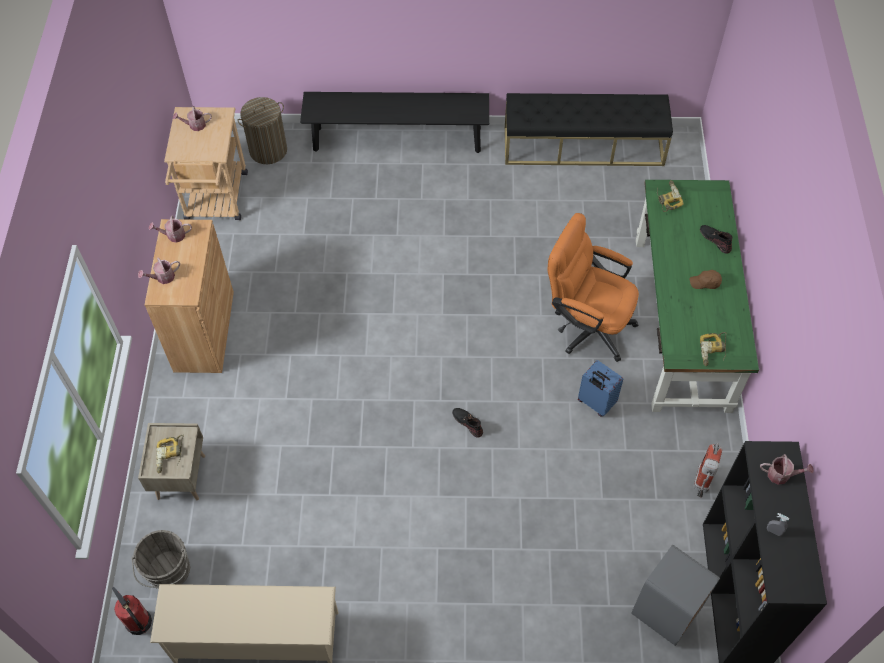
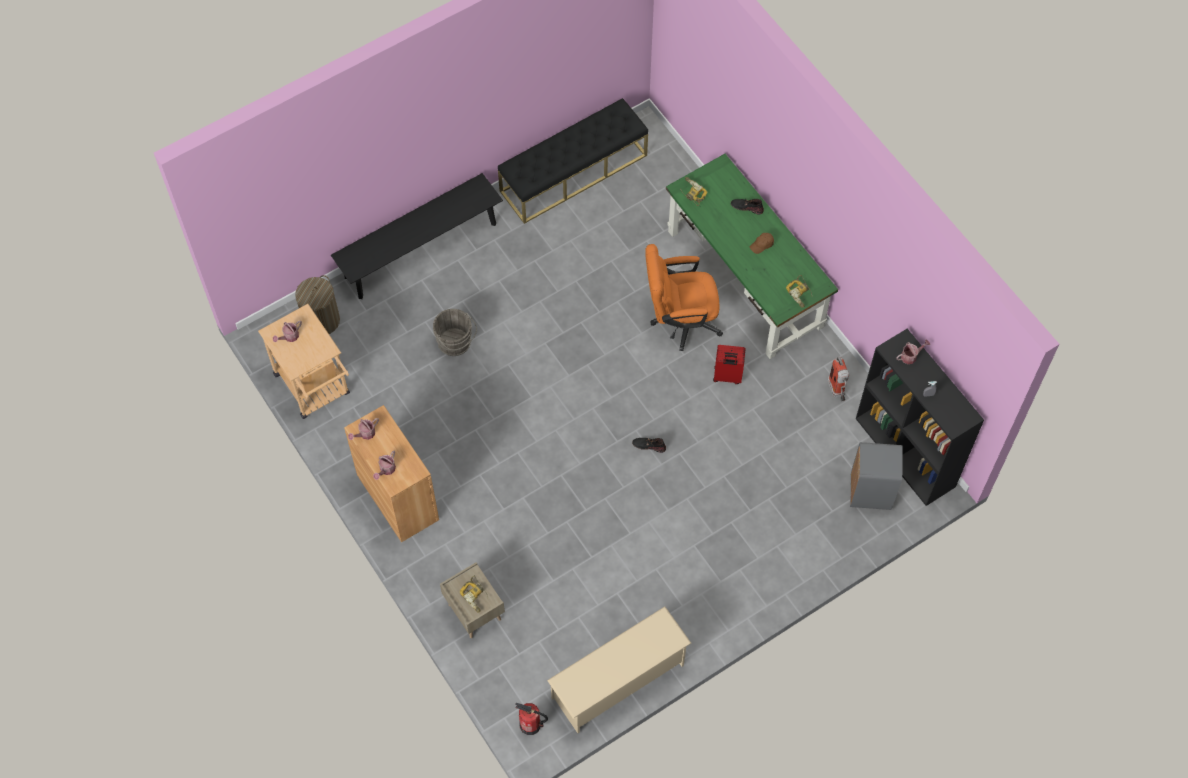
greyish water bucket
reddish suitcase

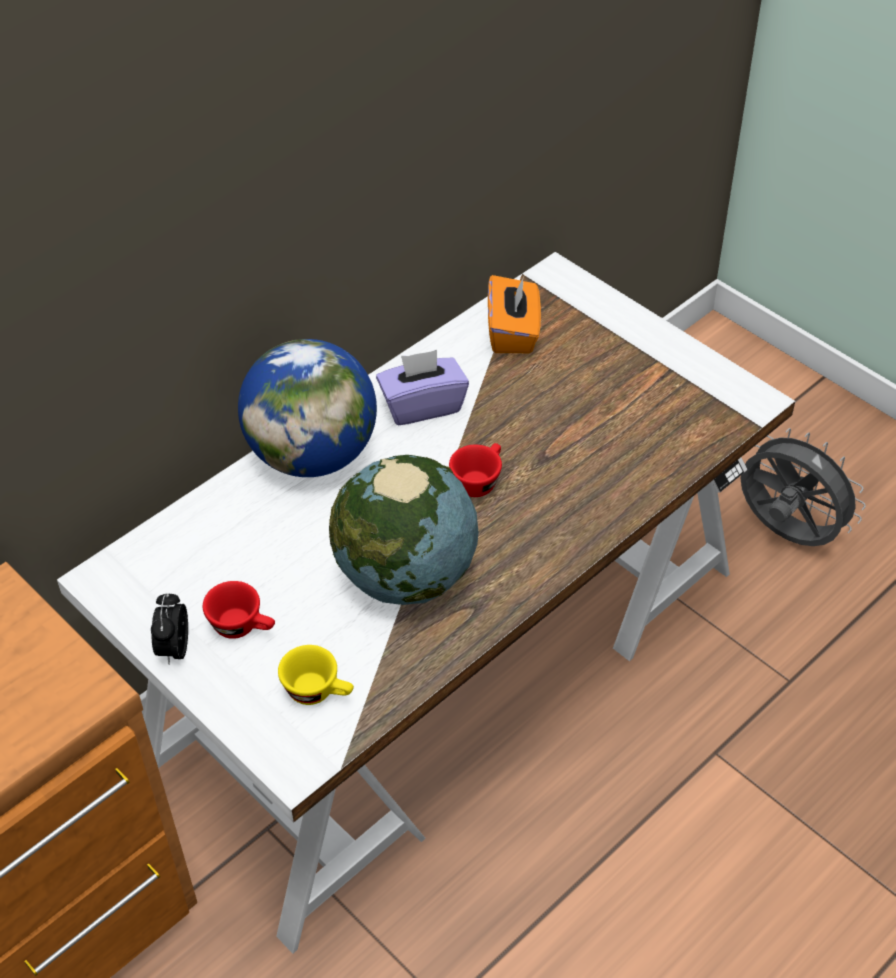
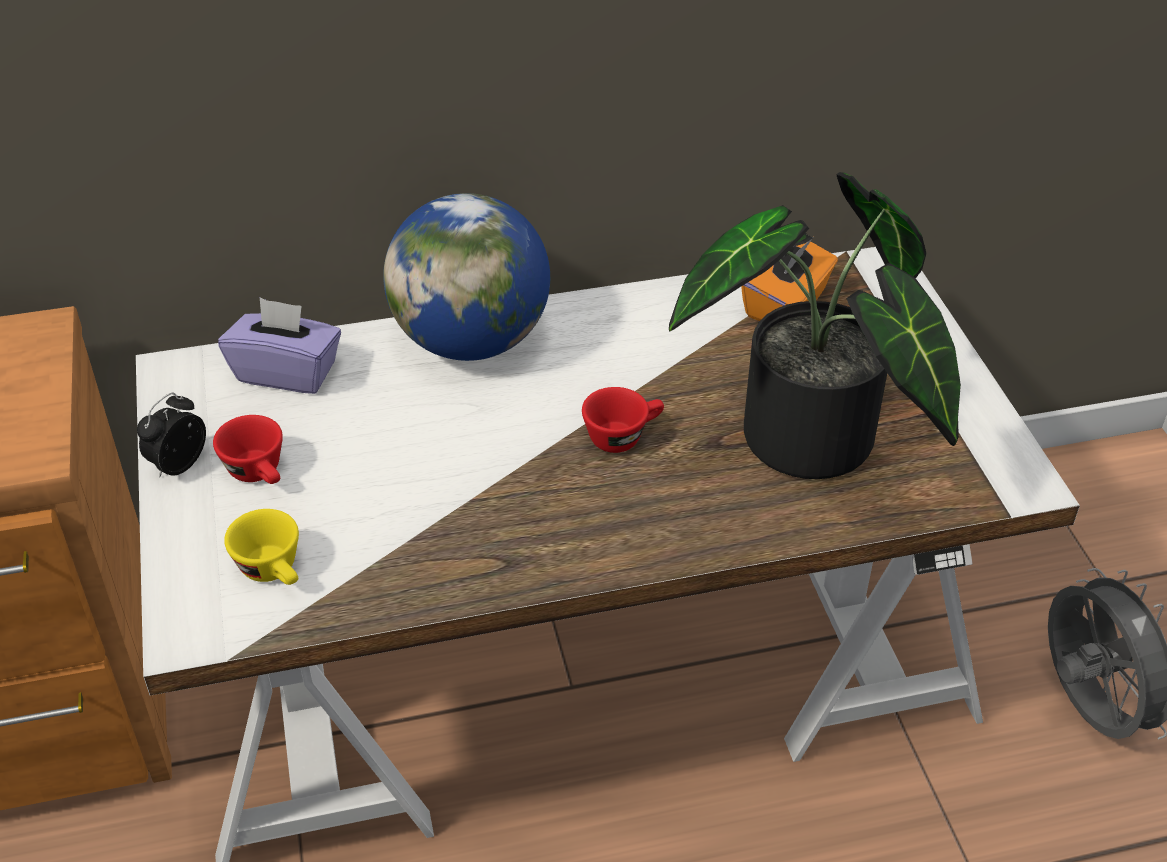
world globe (2nd from left in the first image)
purple-coloured box of tissues
houseplant

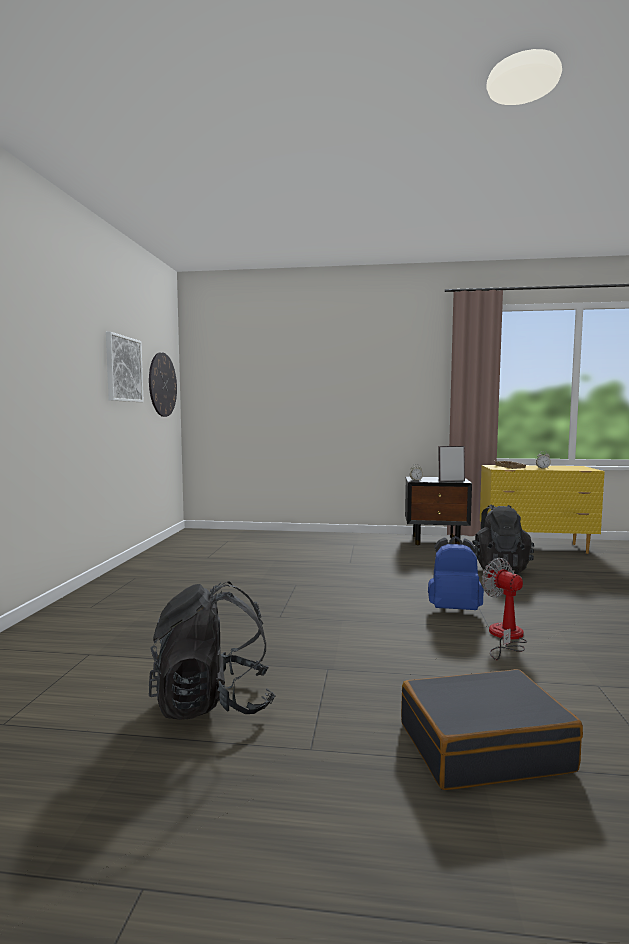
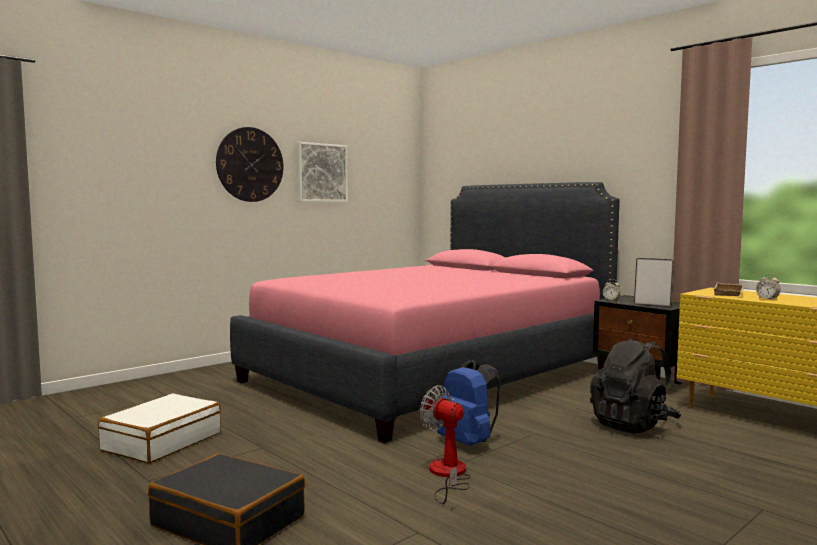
wall clock
white-coloured suitcase
cooling fan
pink-coloured bedroom bed

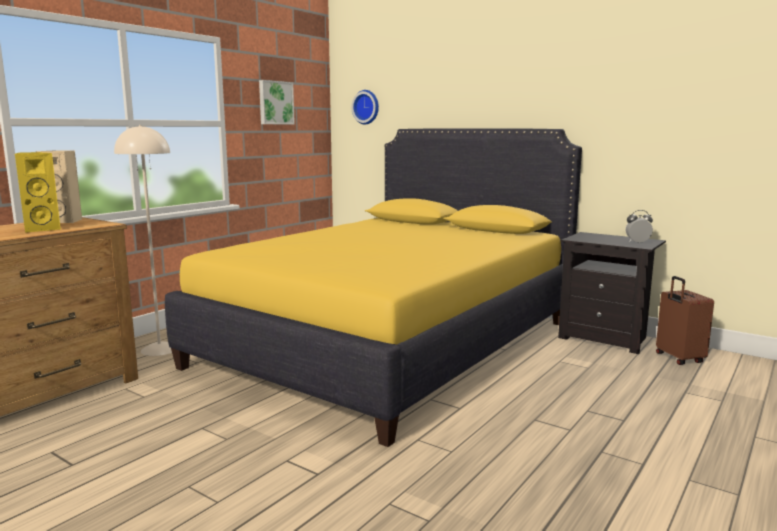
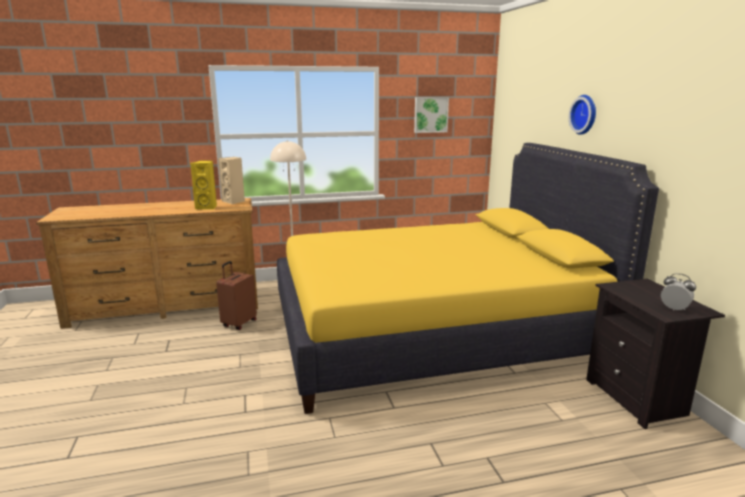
wall clock
brown suitcase

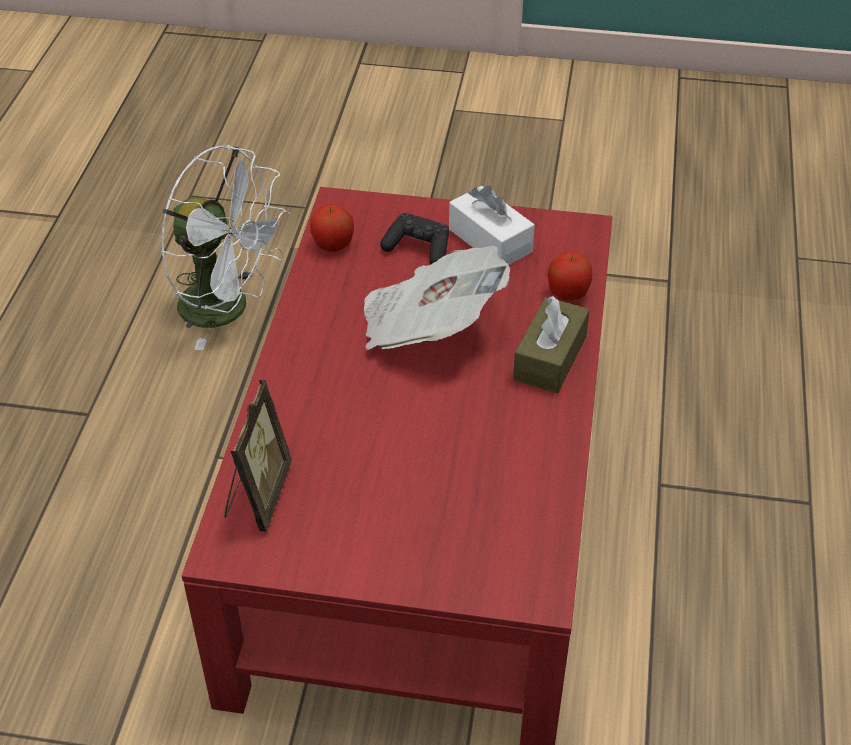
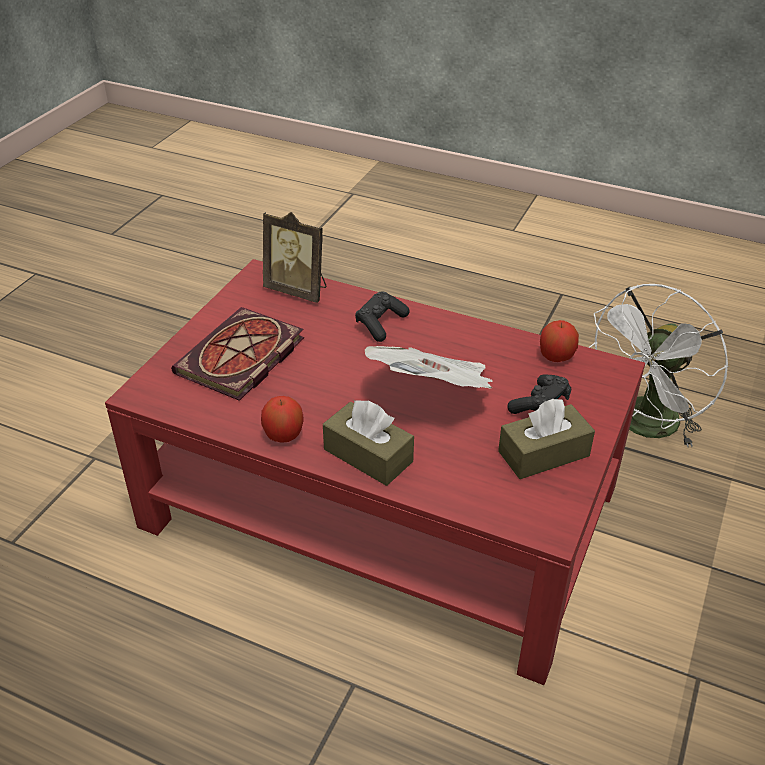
brown box of tissues (2nd from left)
apple (1st from left)
bound book
blackish gamepad (1st from left)

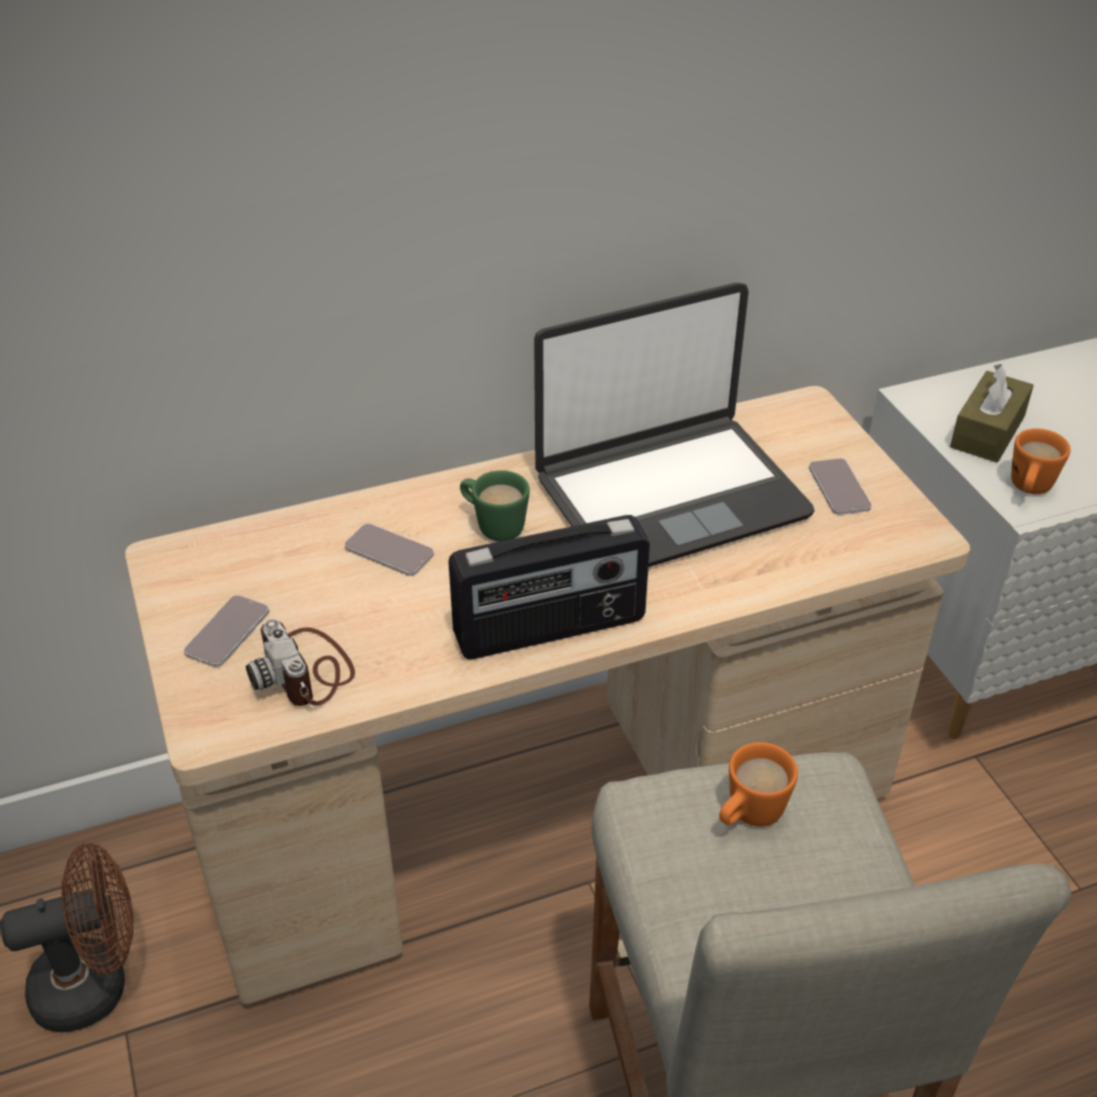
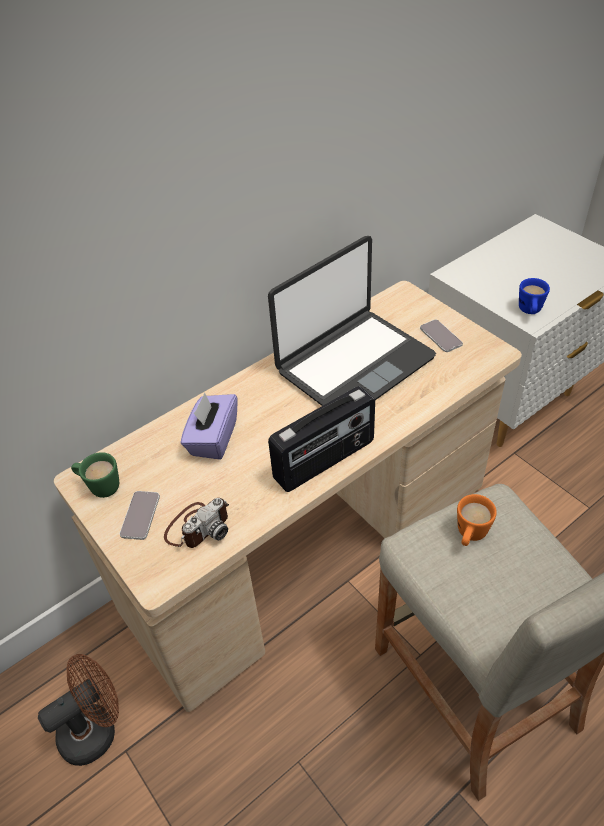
photo camera
purple-coloured box of tissues
green tea mug
brown box of tissues
blue tea mug

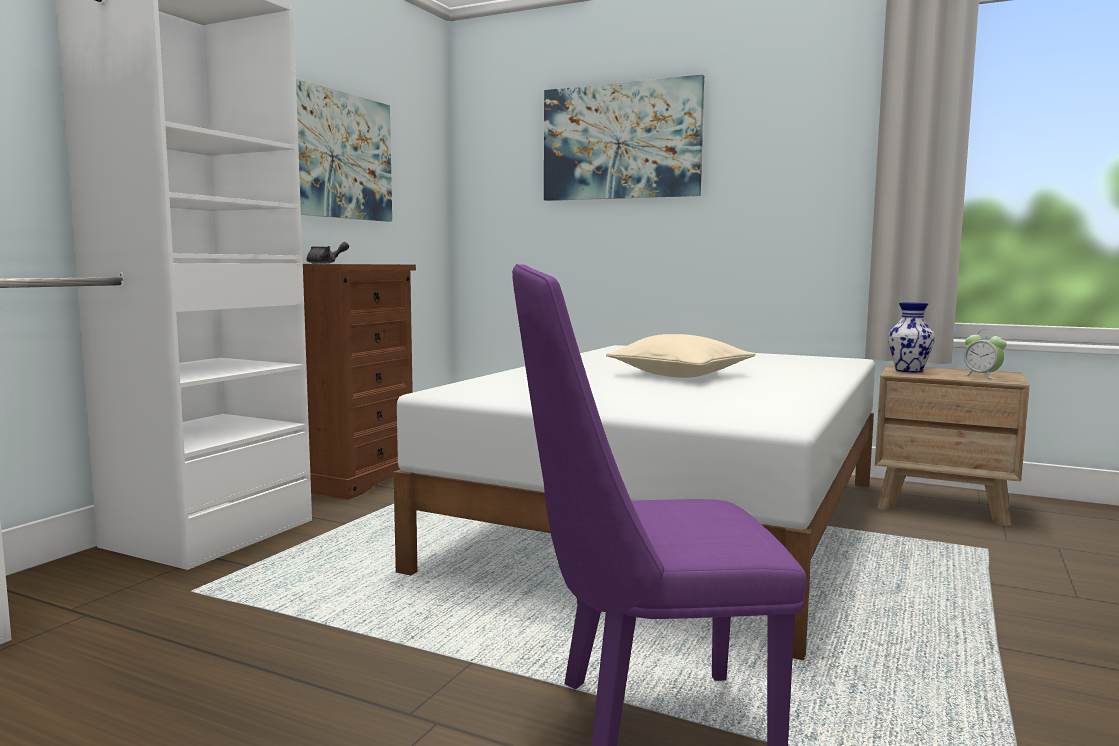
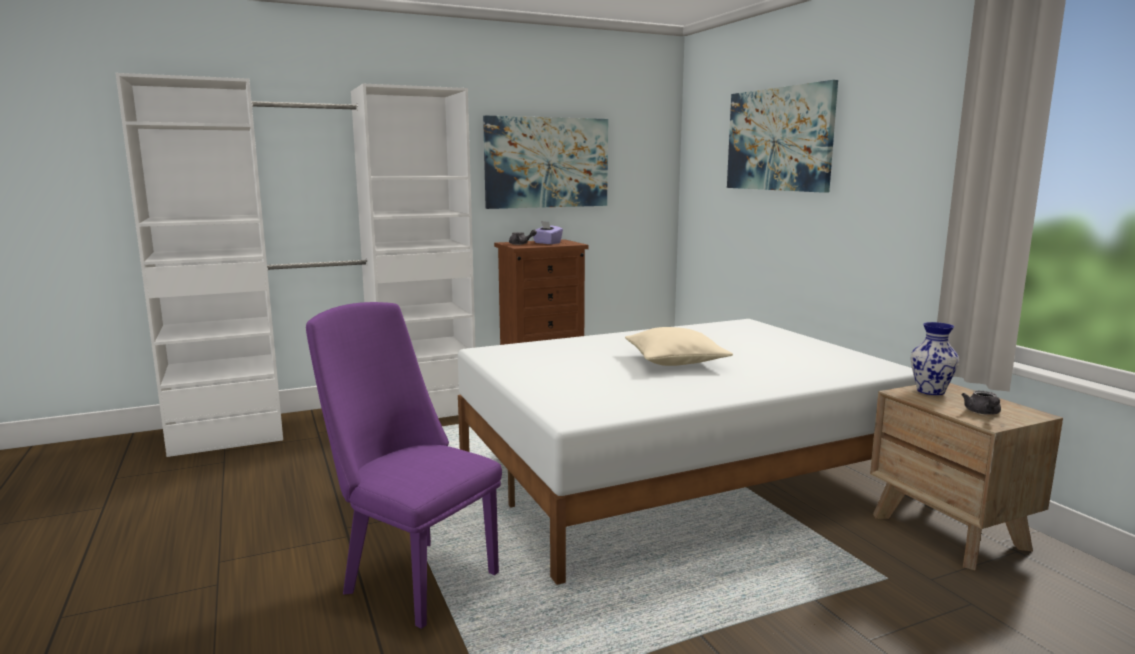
greyish teapot (2nd from left)
purple-coloured box of tissues

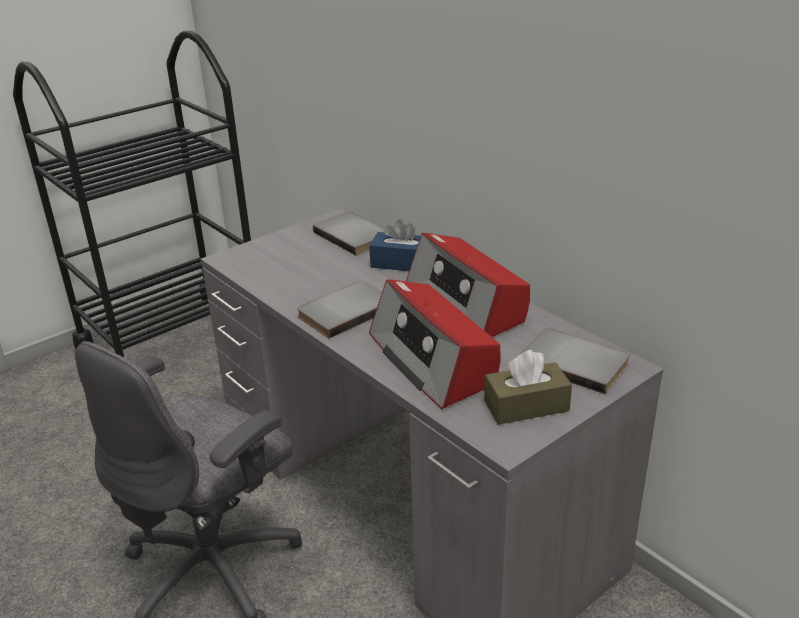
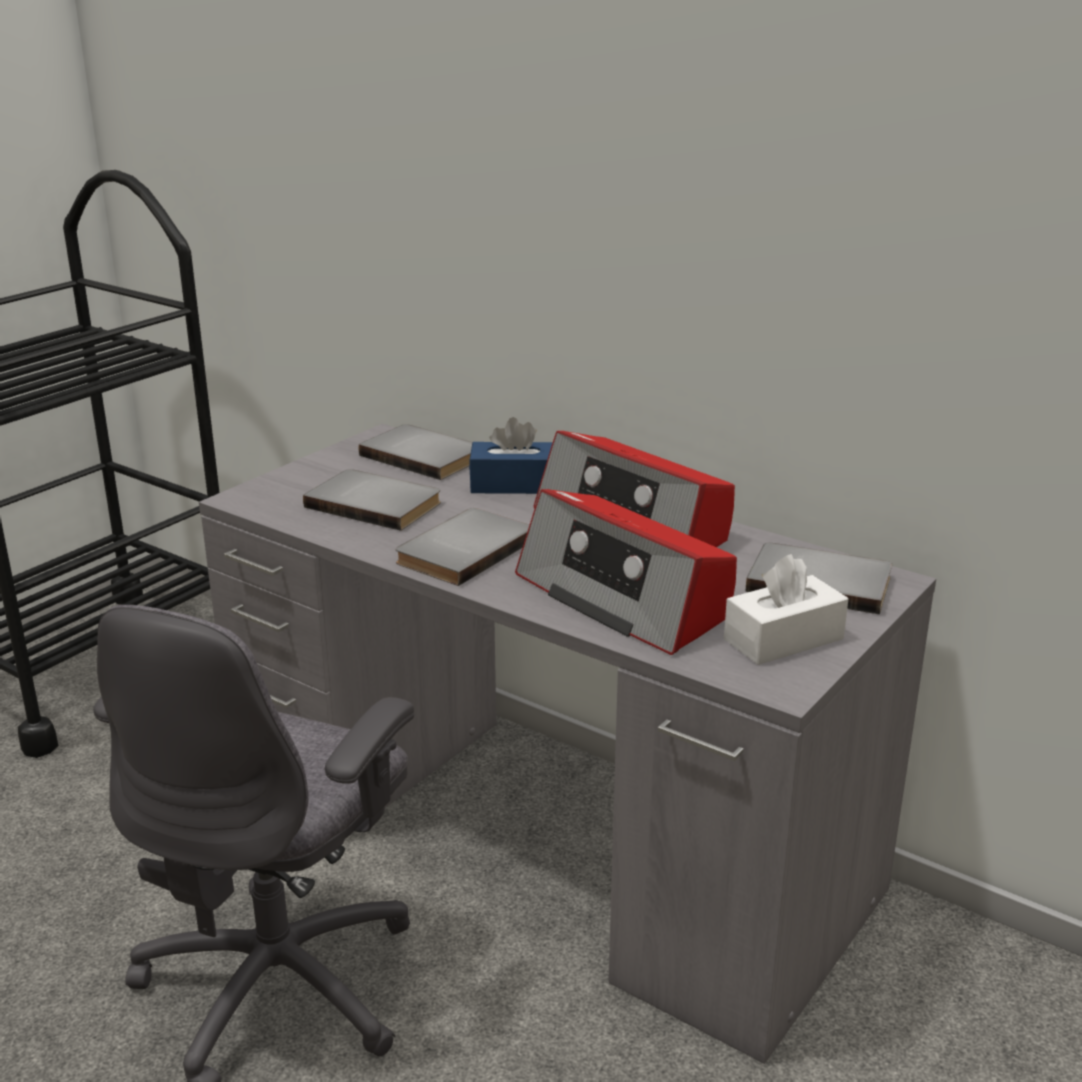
white-coloured box of tissues
greyish bound book (1st from left)

